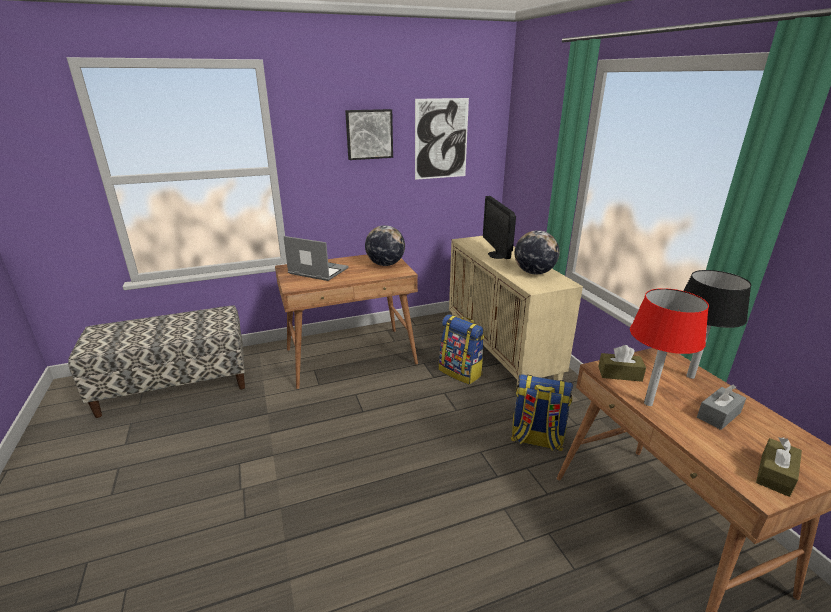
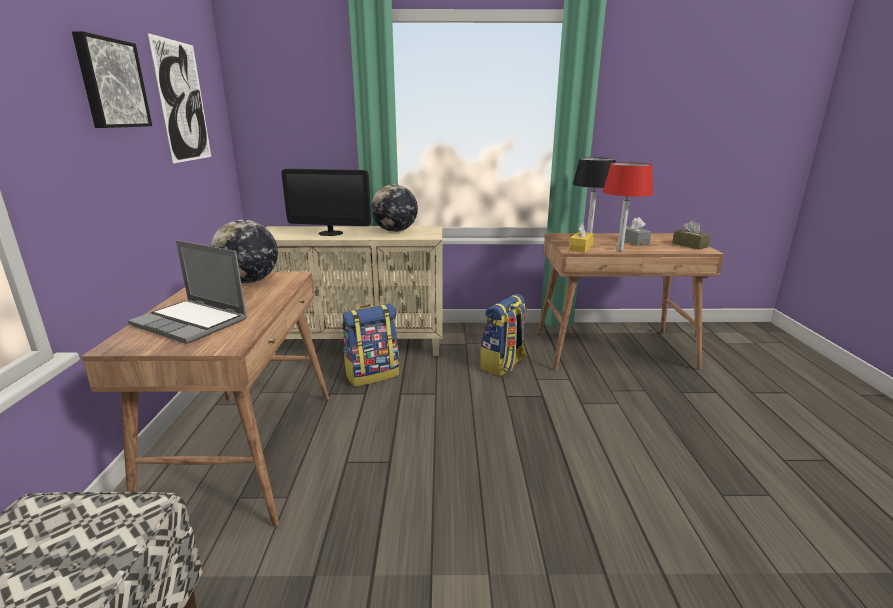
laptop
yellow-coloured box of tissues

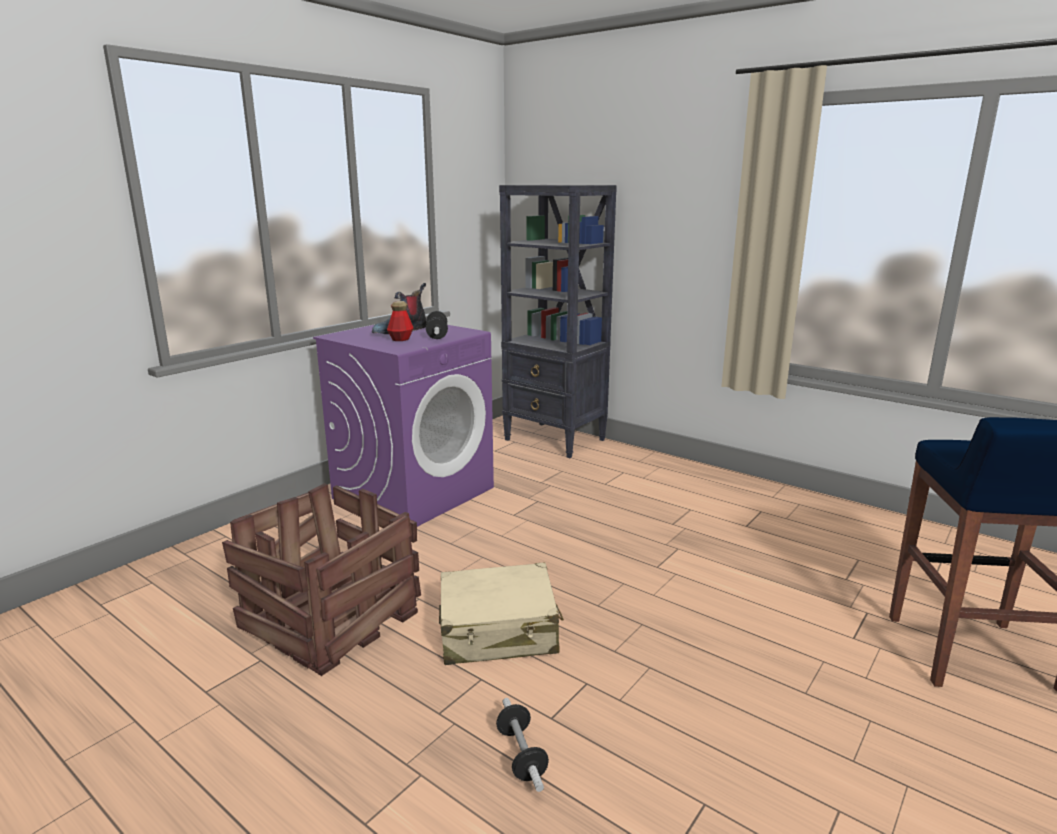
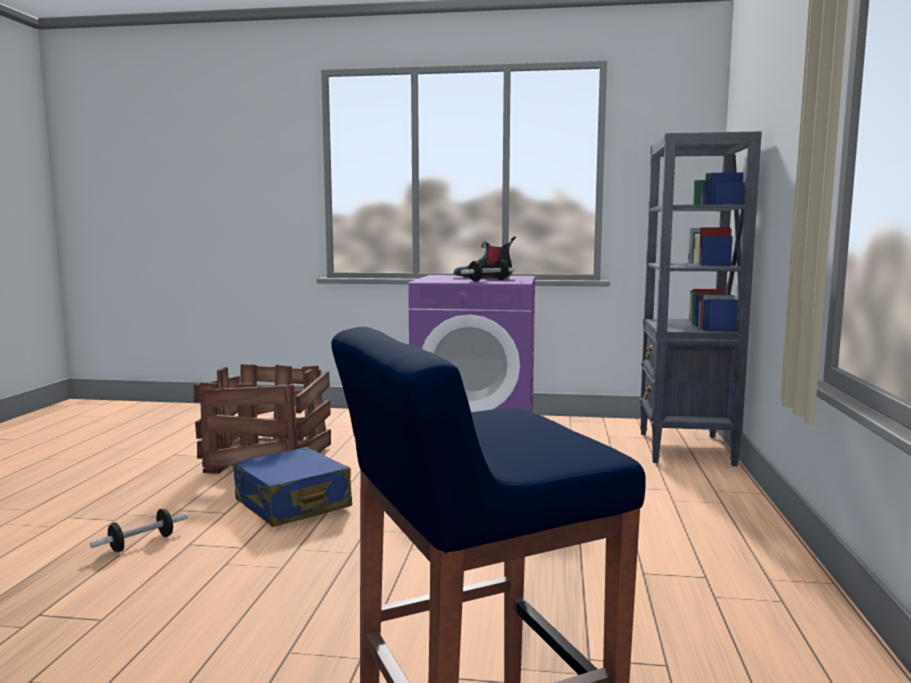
beverage bottle
blue suitcase

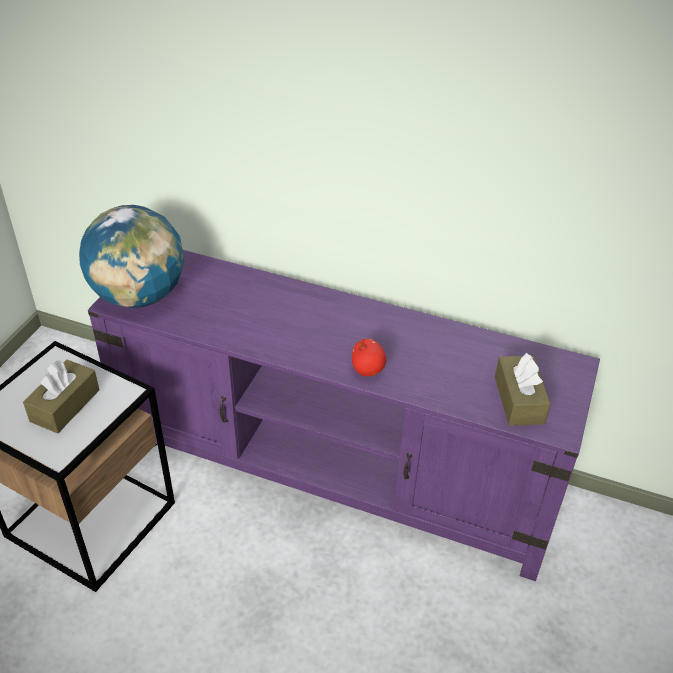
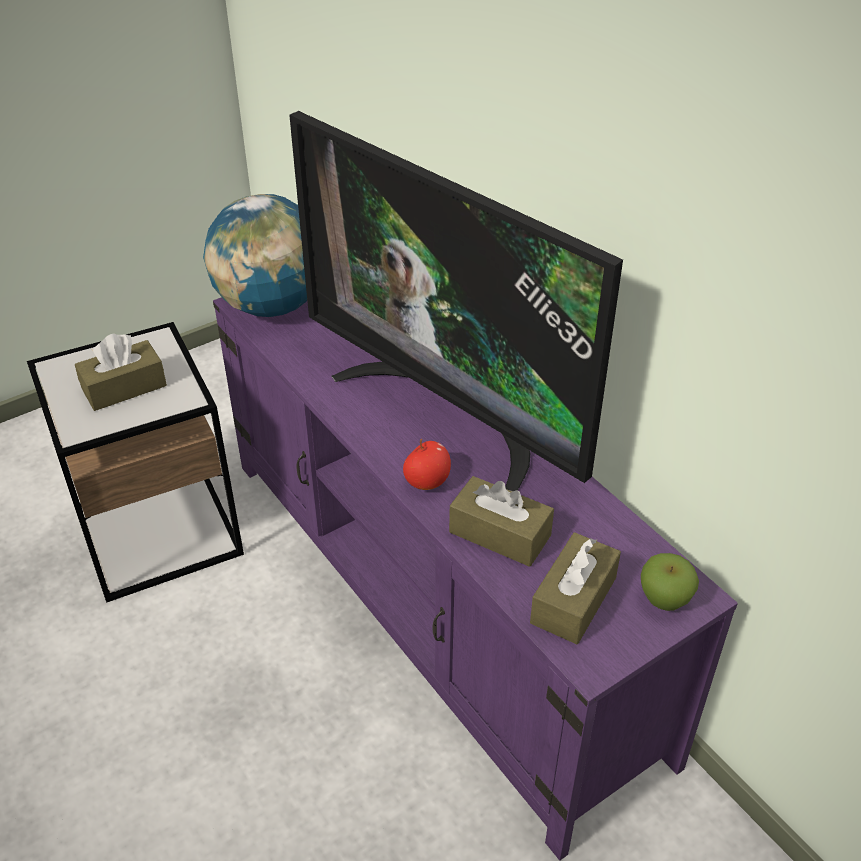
television
brown box of tissues (2nd from left)
apple (2nd from left)

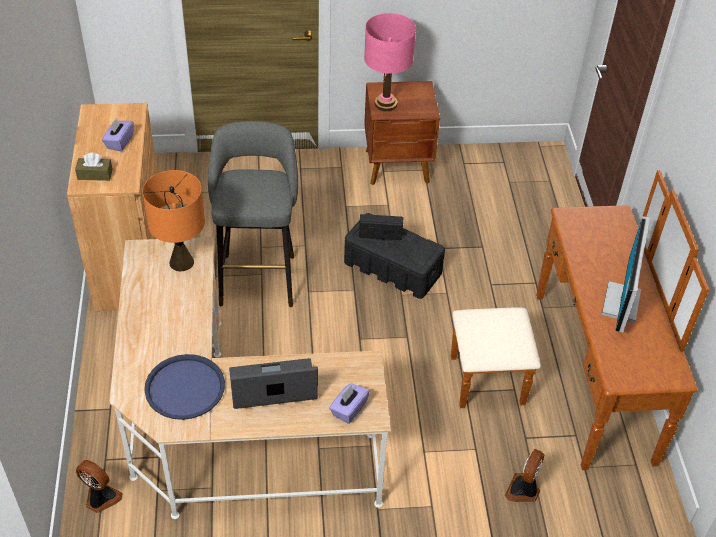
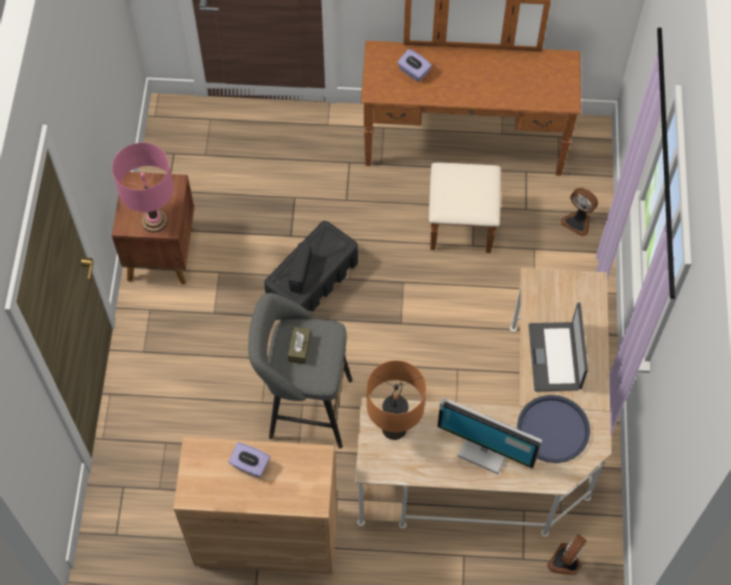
brown box of tissues
purple-coloured box of tissues (2nd from left)
computer screen

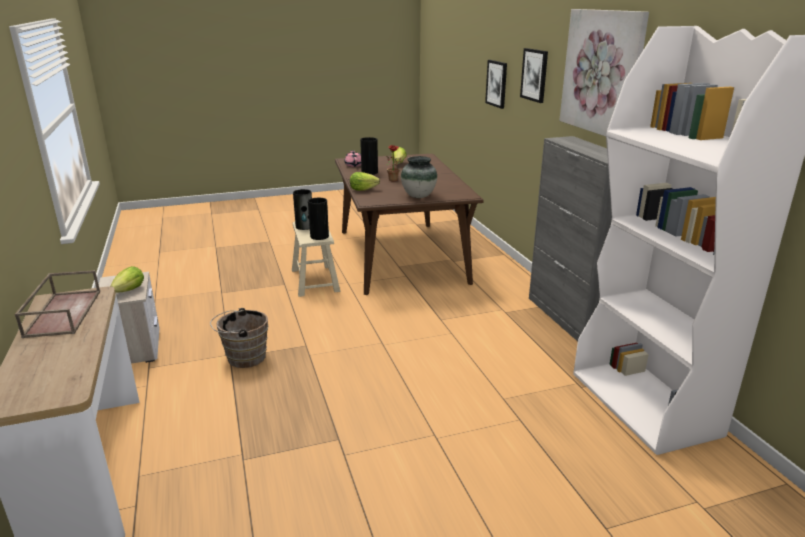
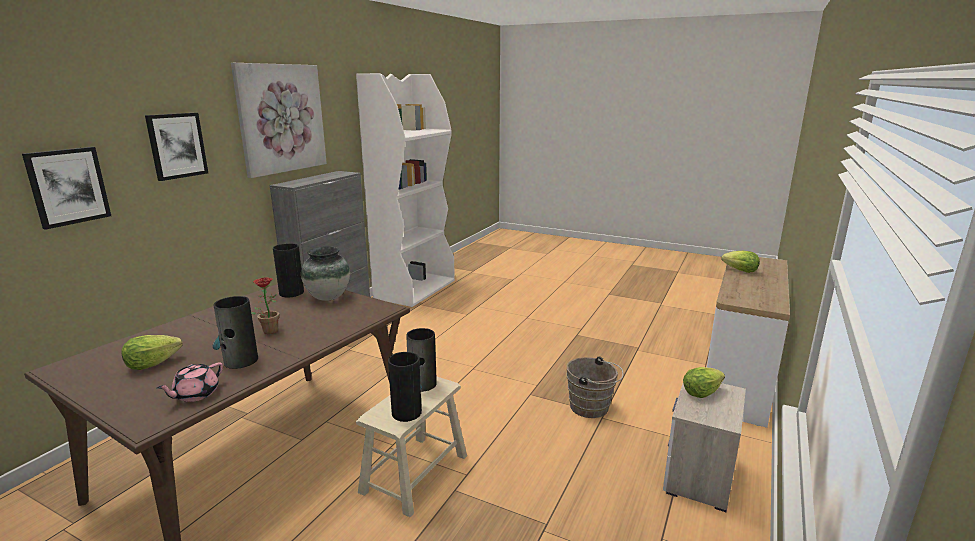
brown tray
head of lettuce (3rd from left)
decorative vase (2nd from left)

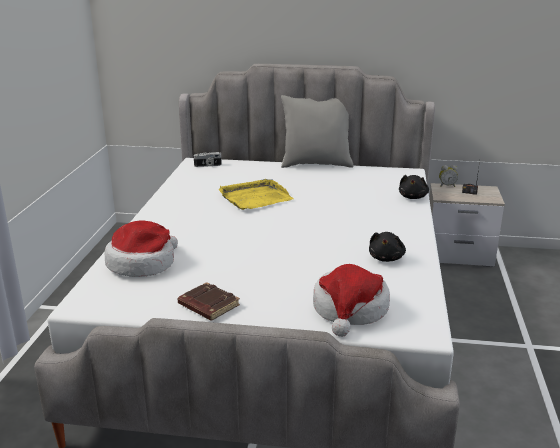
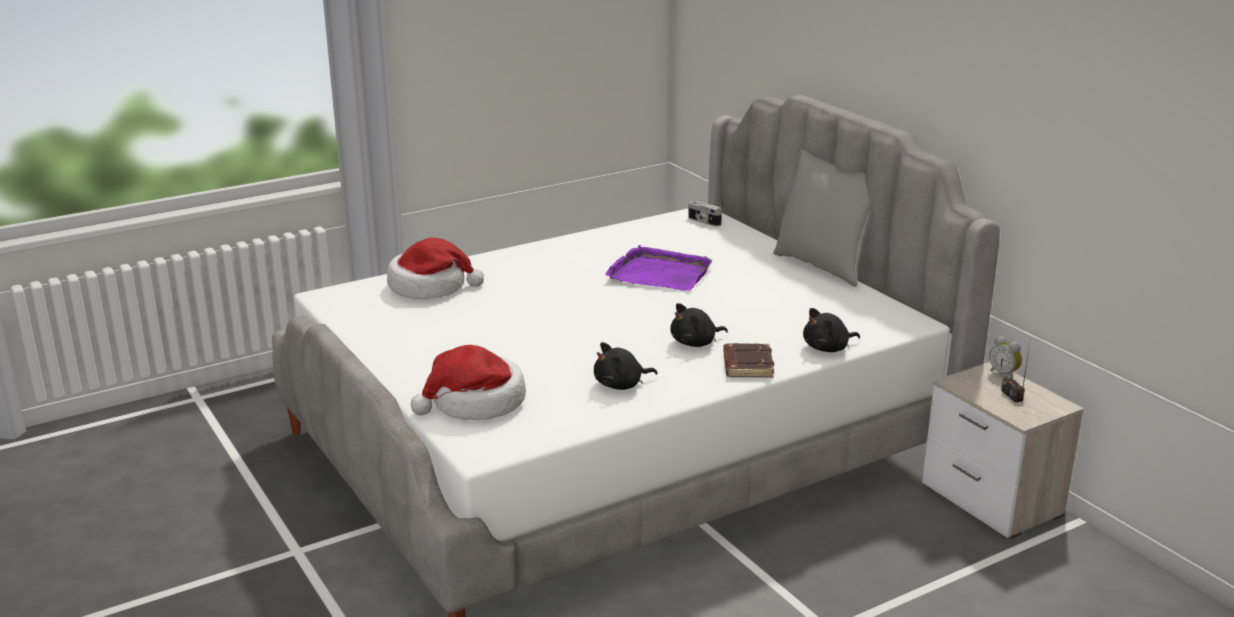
brown bound book
purple-coloured tray
blackish cuddly toy (2nd from left)

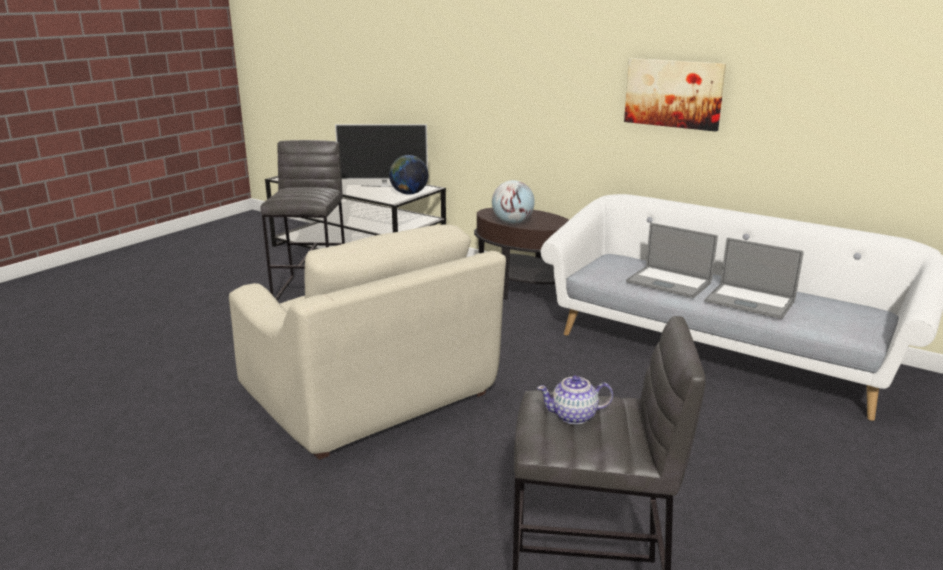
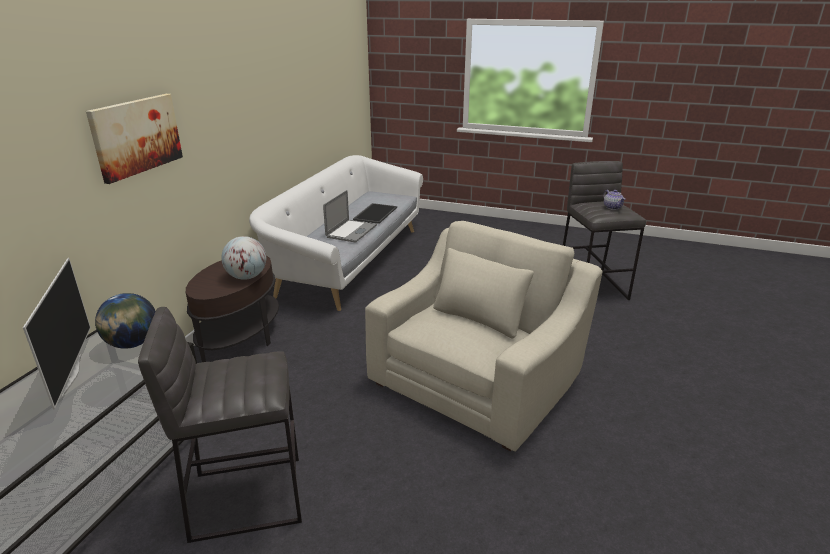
wall picture
tray

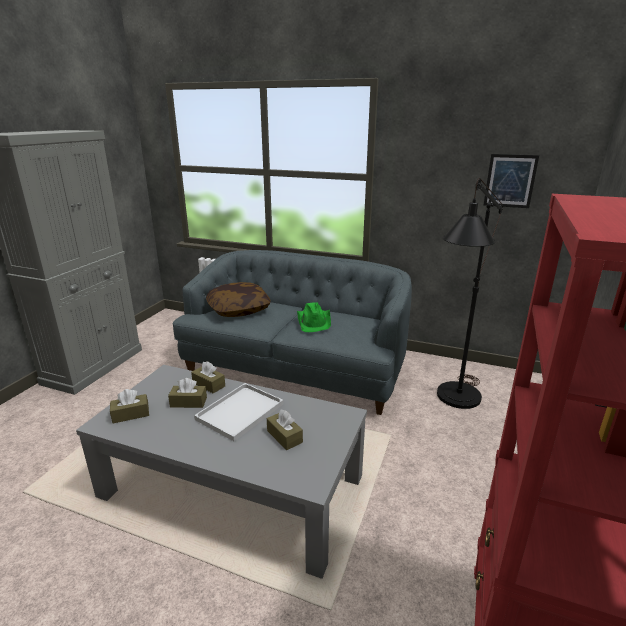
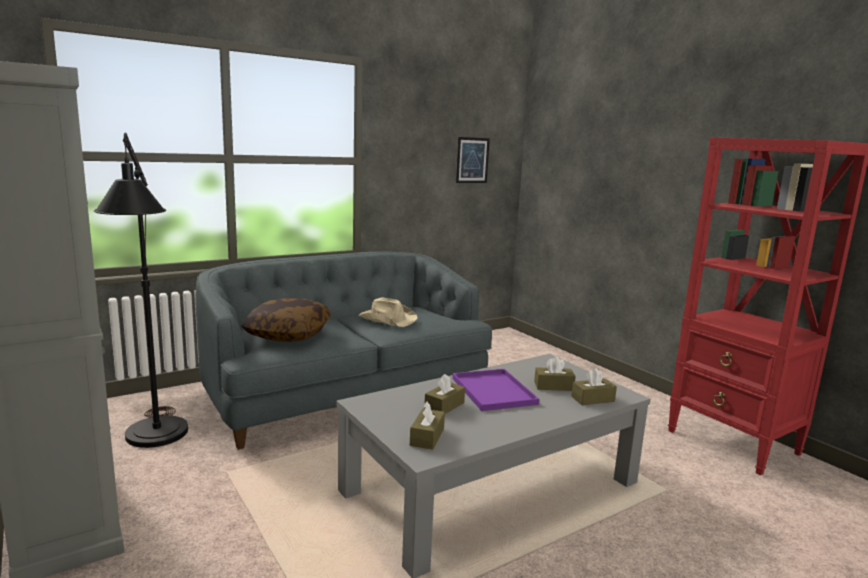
brown box of tissues (4th from left)
purple-coloured tray
beige clothing hat
blackish floor lamp

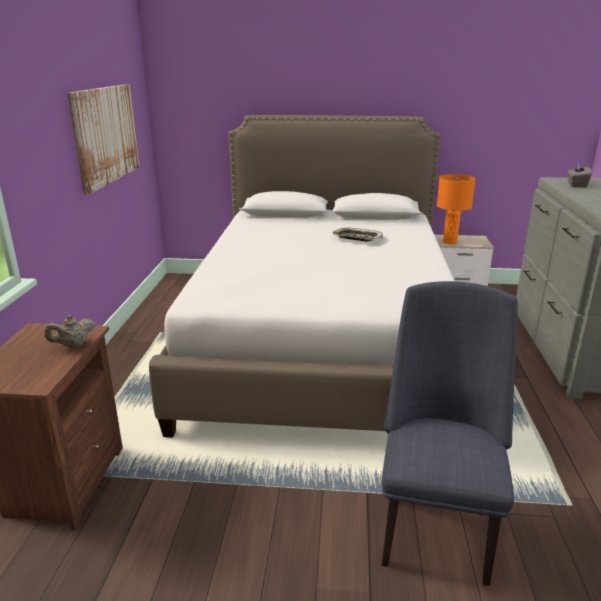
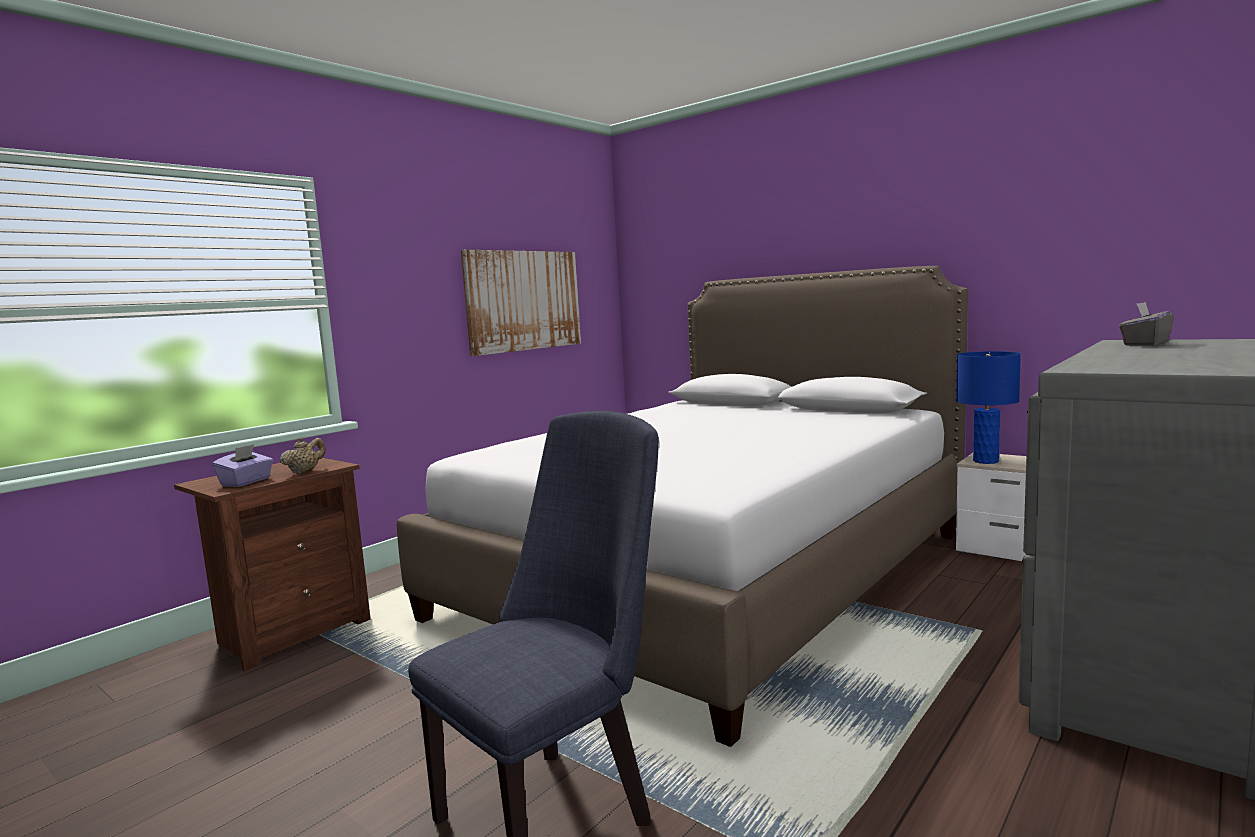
beige teapot
tray
blue table lamp
purple-coloured box of tissues

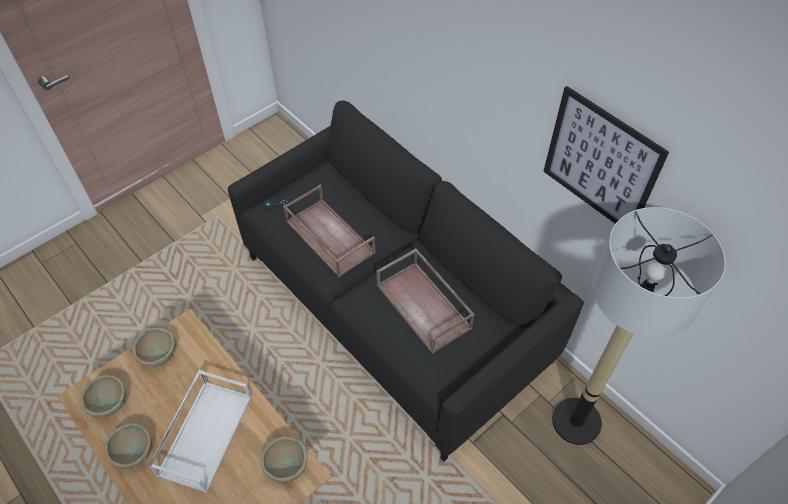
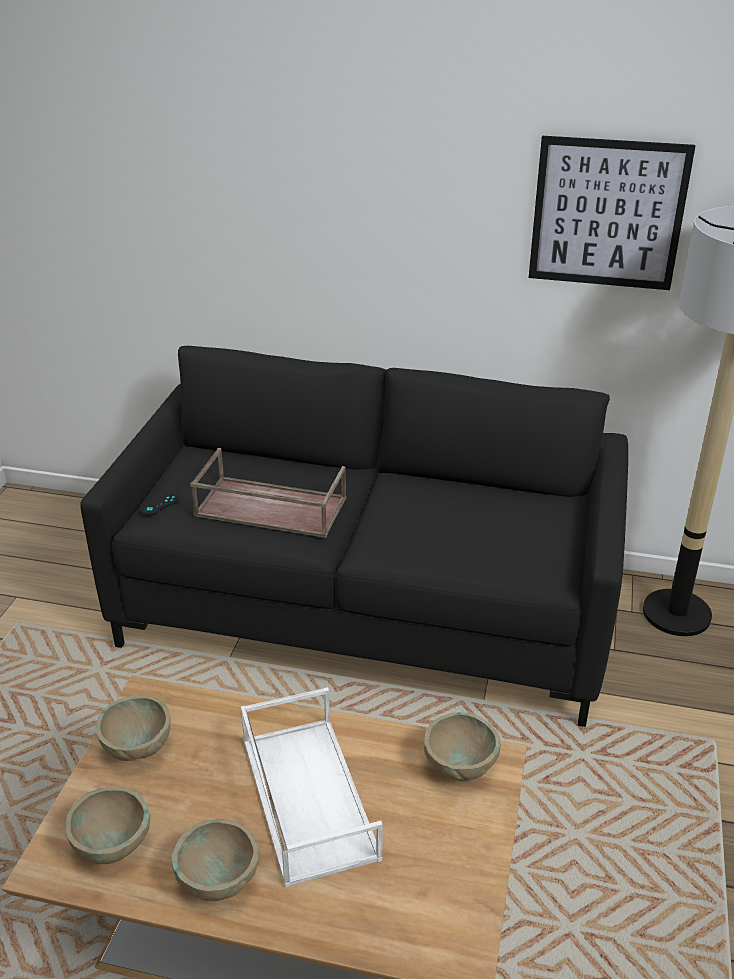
brown tray (2nd from left in the first image)

